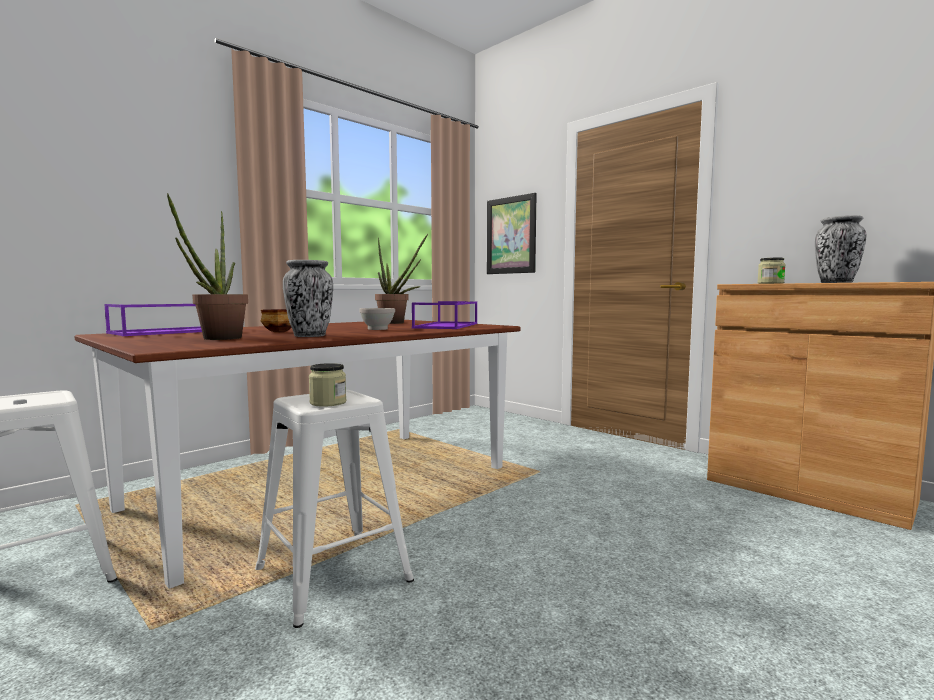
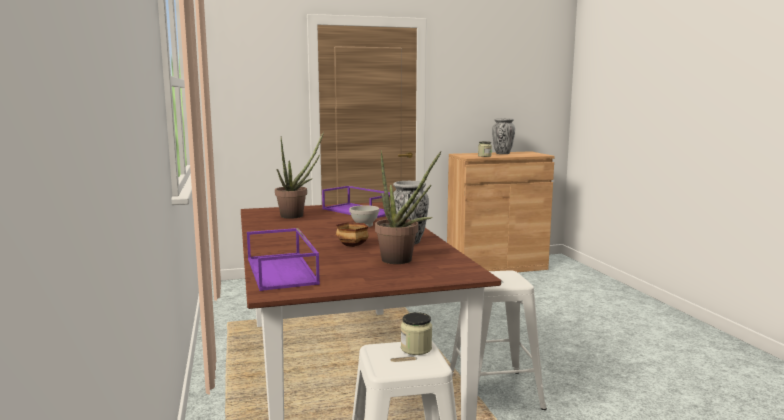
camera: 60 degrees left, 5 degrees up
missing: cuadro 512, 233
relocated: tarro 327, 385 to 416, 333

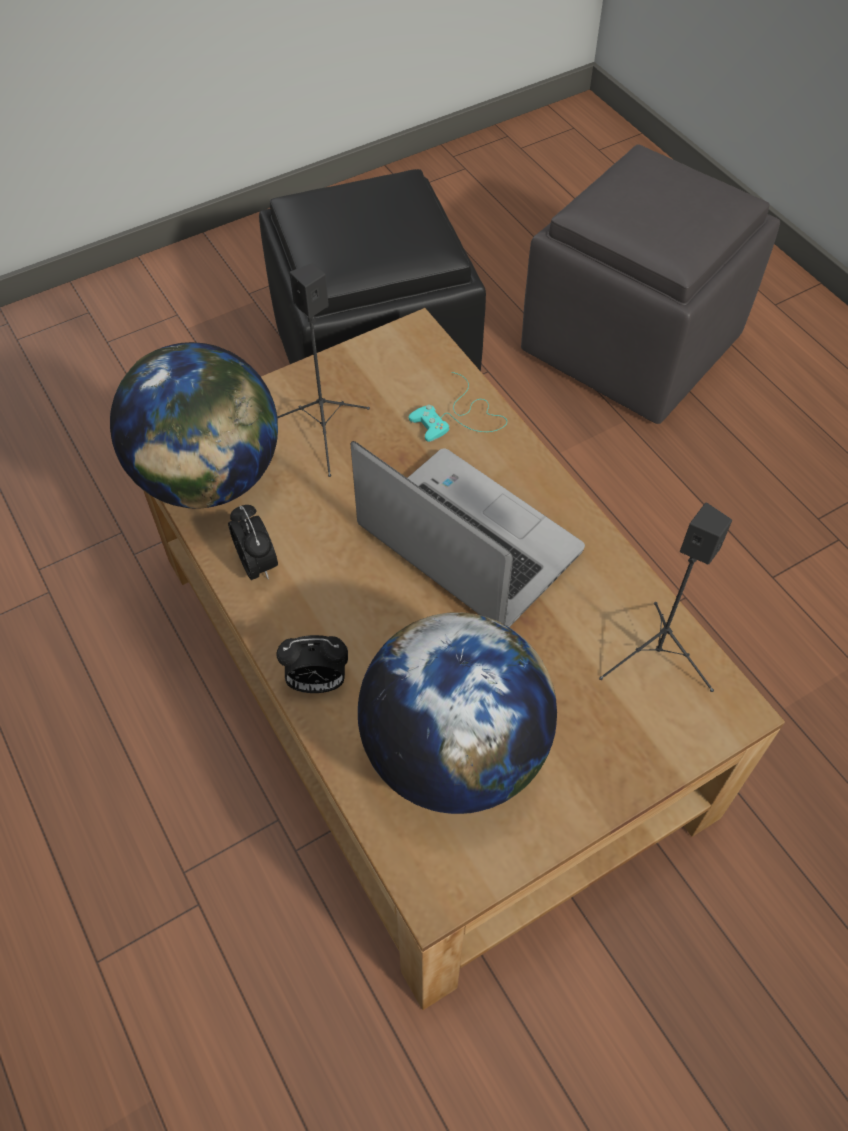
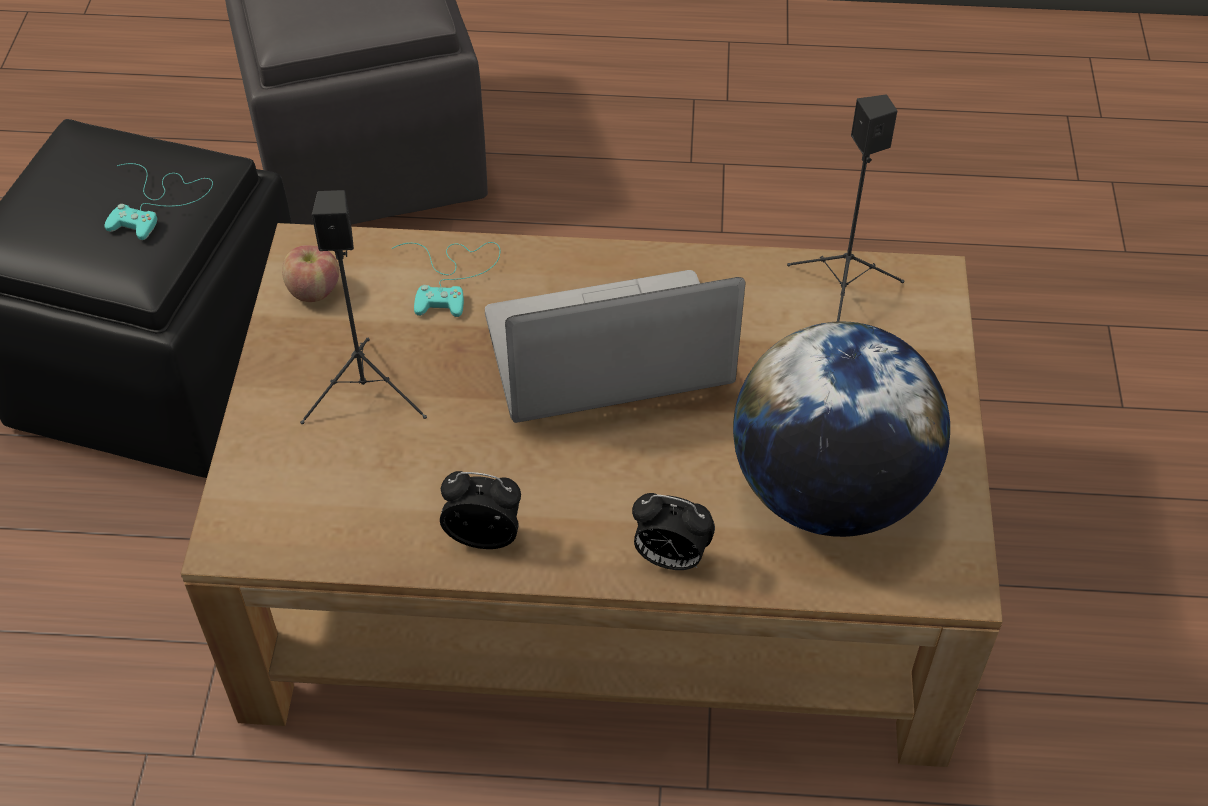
camera: 55 degrees left, 5 degrees down
missing: globo terráqueo 194, 425
appeared: mando de consola (turquesa) 158, 201; manzana 310, 273
spun: despertador 312, 664 = 673, 531 75 degrees clockwise

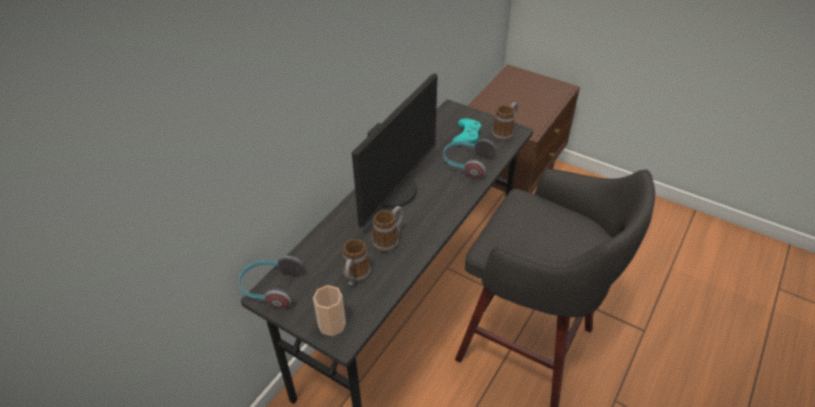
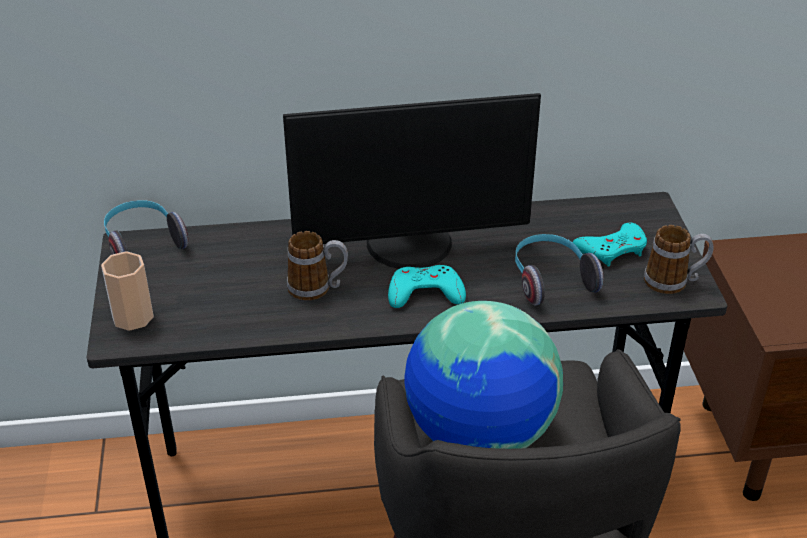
camera: 50 degrees right, 5 degrees down
missing: taza grande 357, 262
appeared: mando de consola (turquesa) 427, 286; globo terráqueo 483, 375

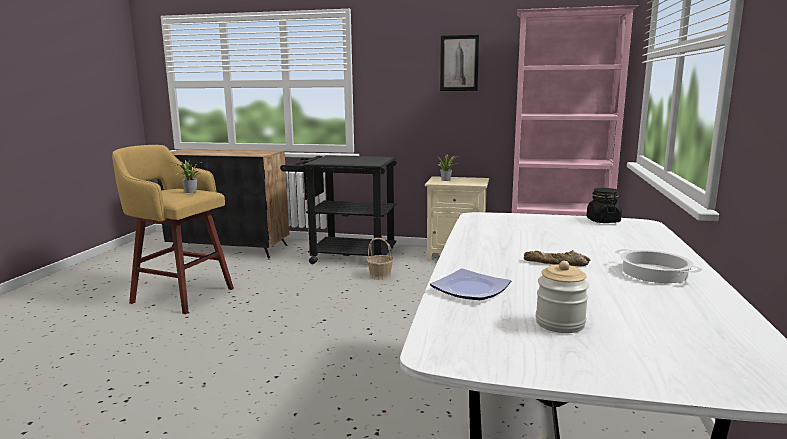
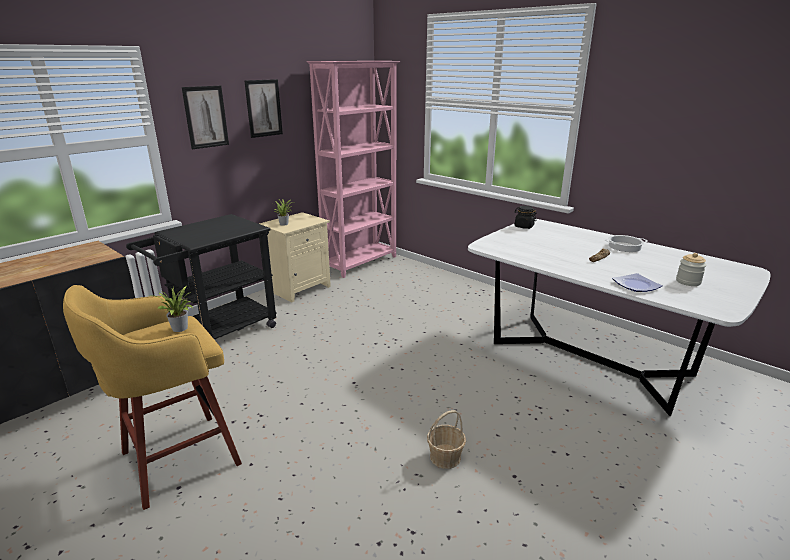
camera: 60 degrees left, 10 degrees up
appeared: cuadro 205, 117
relocated: cesta 380, 259 to 446, 439

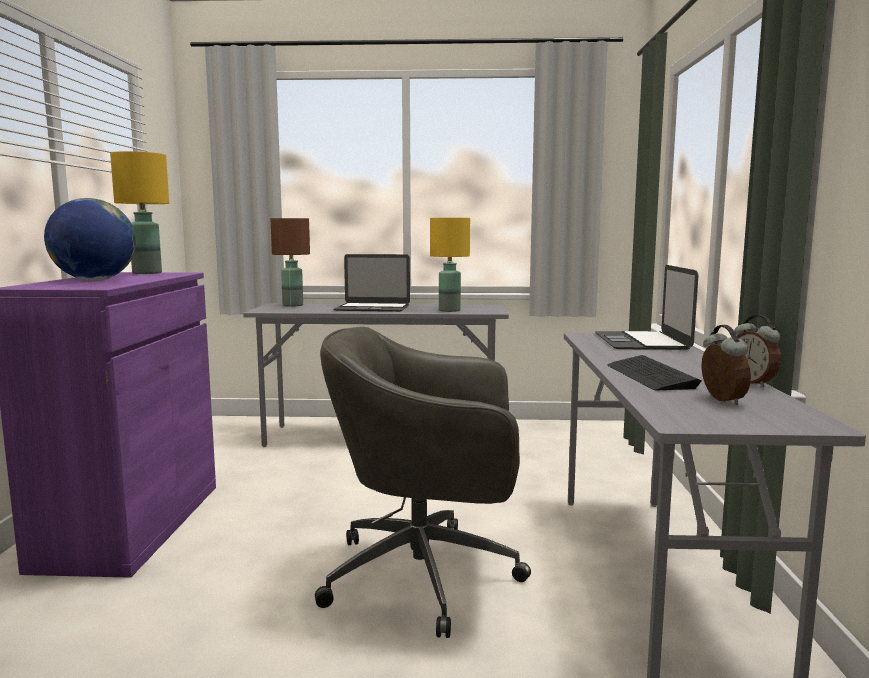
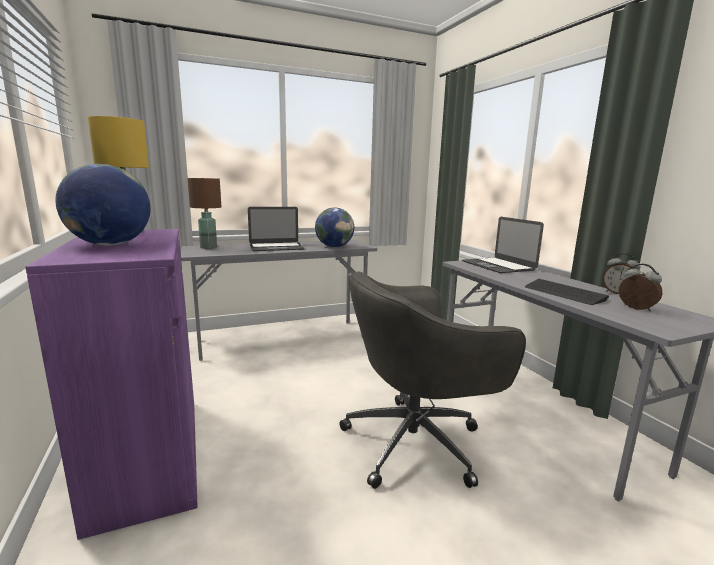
camera: 25 degrees left, 5 degrees up
exchanged: lámpara de mesa (amarillo) 450, 265 to globo terráqueo 334, 227

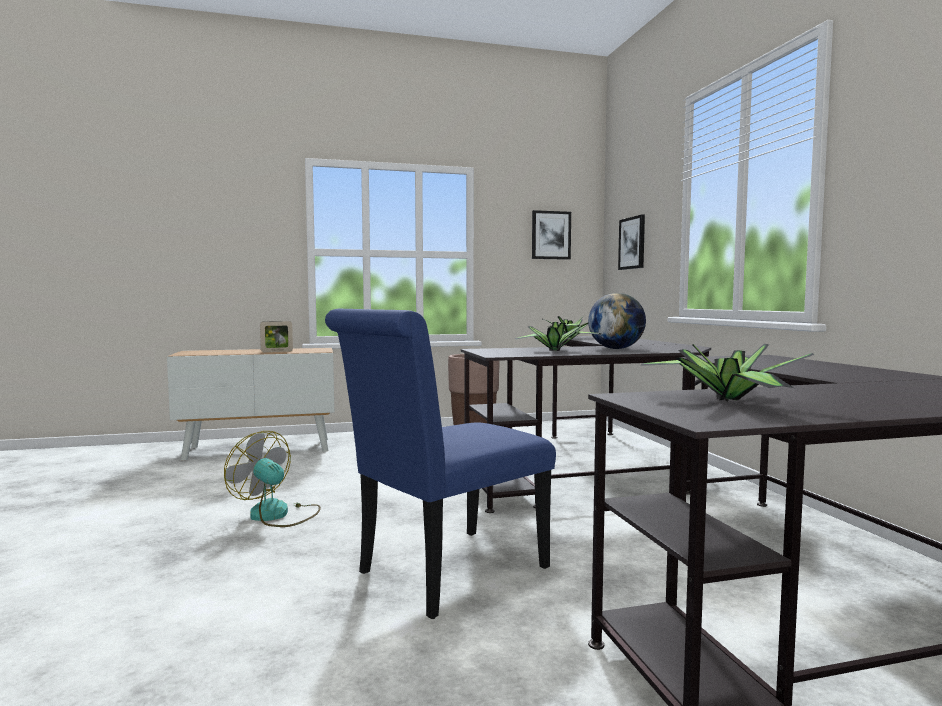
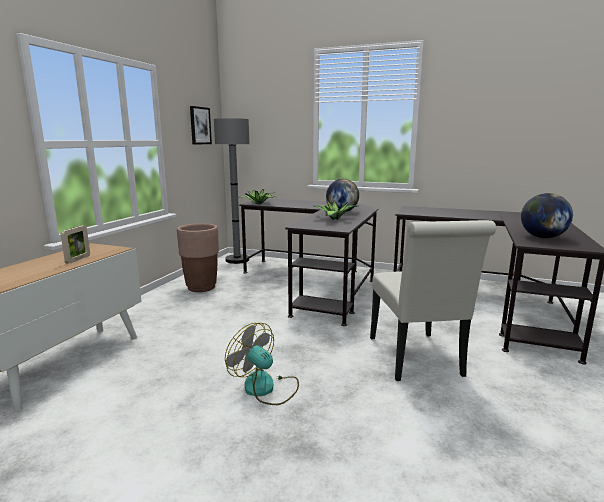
camera: 55 degrees left, 10 degrees up
missing: cuadro 631, 242
appeared: lámpara de pie (gris) 232, 191
exchanged: planta en maceta 727, 373 to globo terráqueo 547, 215
colour: silla (azul) 440, 464 to silla (blanco) 433, 300
spun: ventilador 272, 479 = 262, 364 60 degrees clockwise

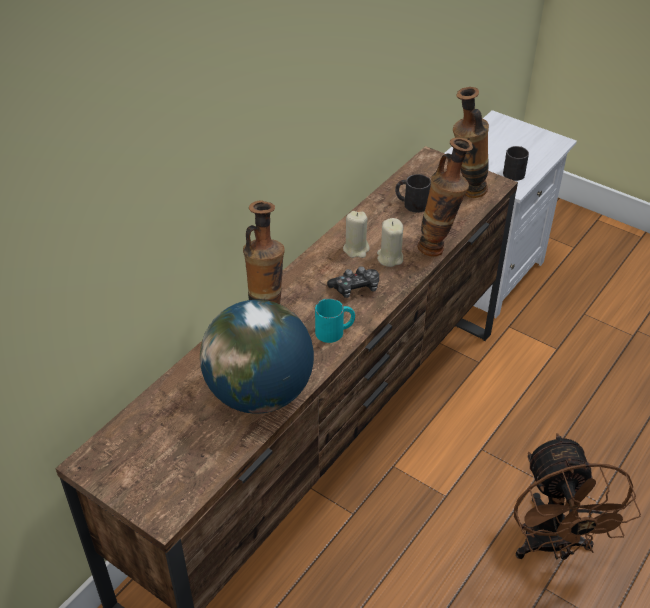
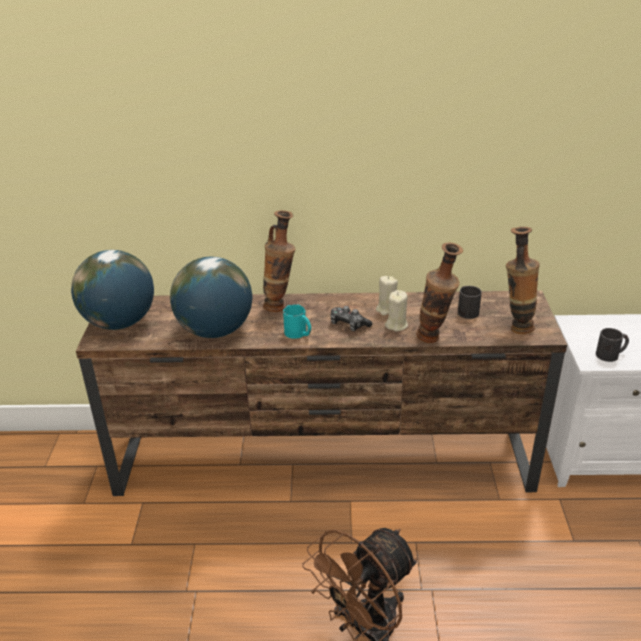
camera: 55 degrees right, 10 degrees down
appeared: globo terráqueo 112, 290

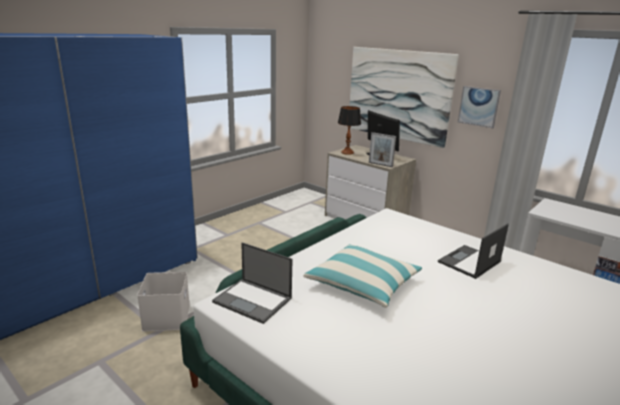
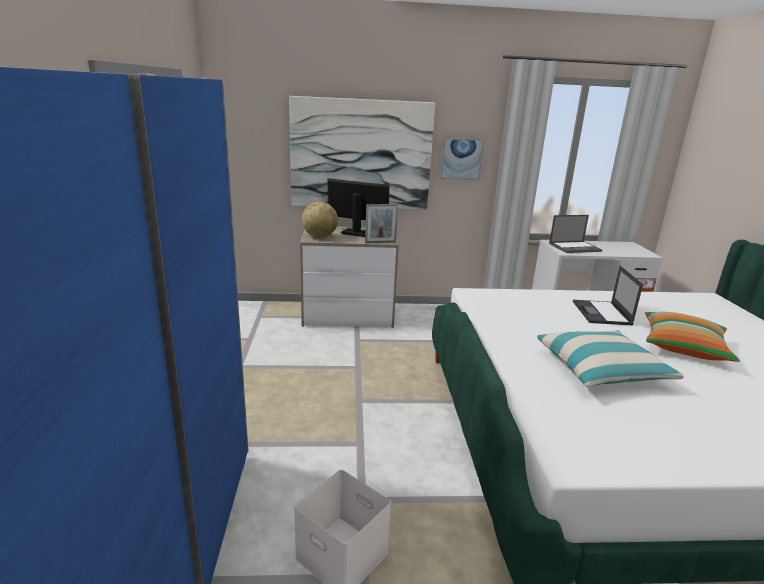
camera: 45 degrees left, 0 degrees up
appeared: cojín 692, 337
relocated: portátil 252, 283 to 575, 234
exchanged: lámpara de mesa 349, 130 to globo terráqueo 320, 219

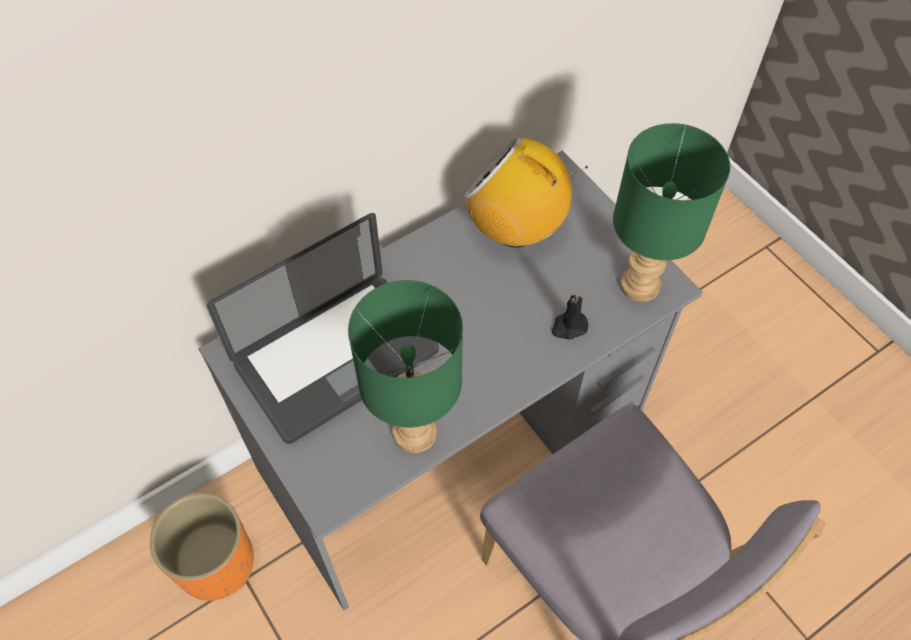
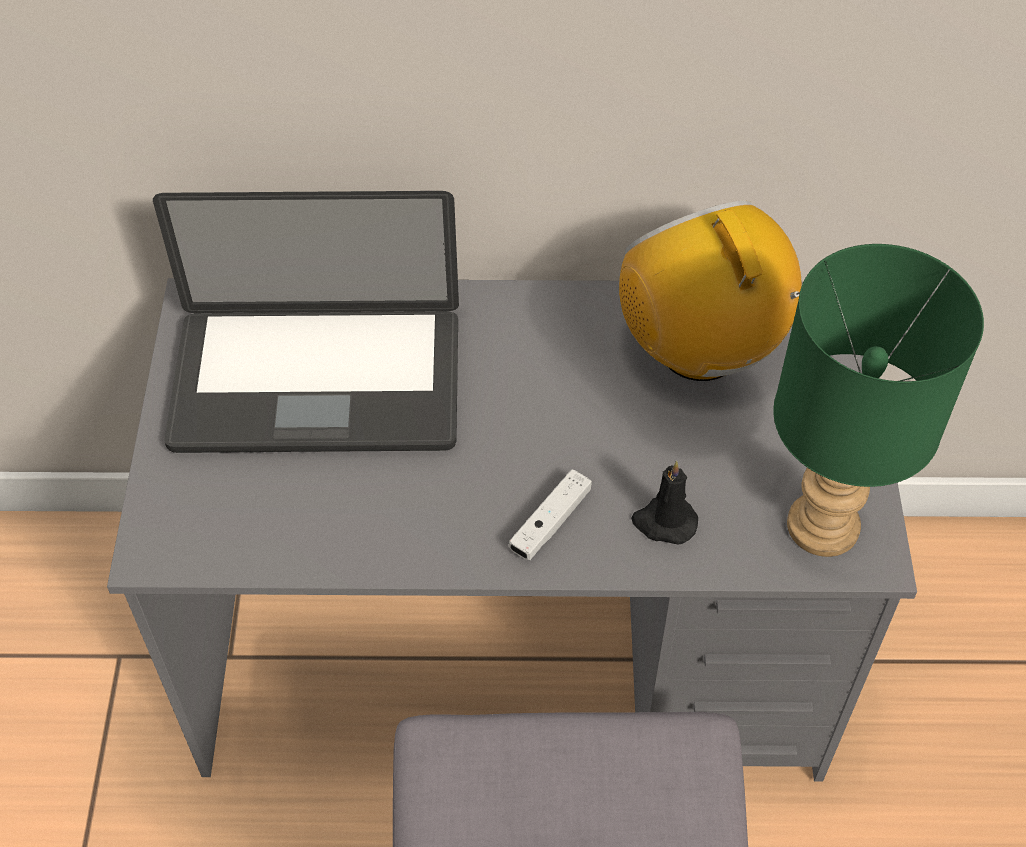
camera: 35 degrees right, 5 degrees down
missing: lámpara de mesa (verde) 405, 366; maceta (naranja) 202, 547
appeared: mando de consola (blanco) 550, 514

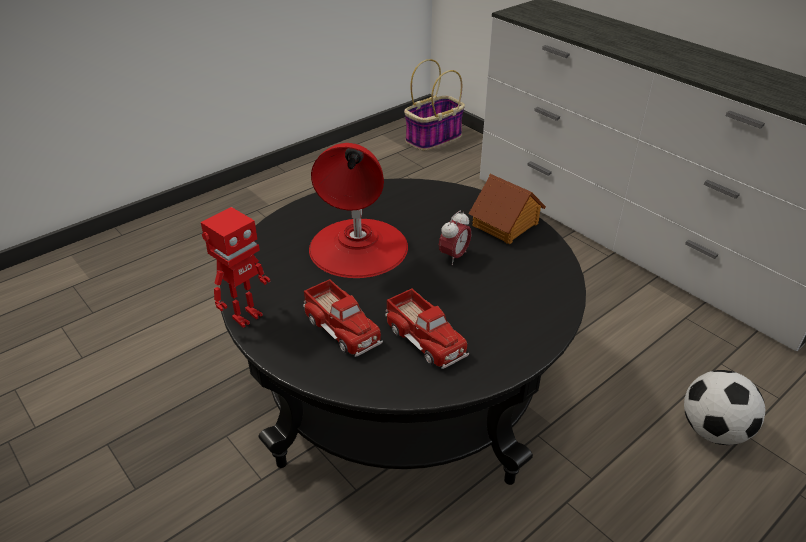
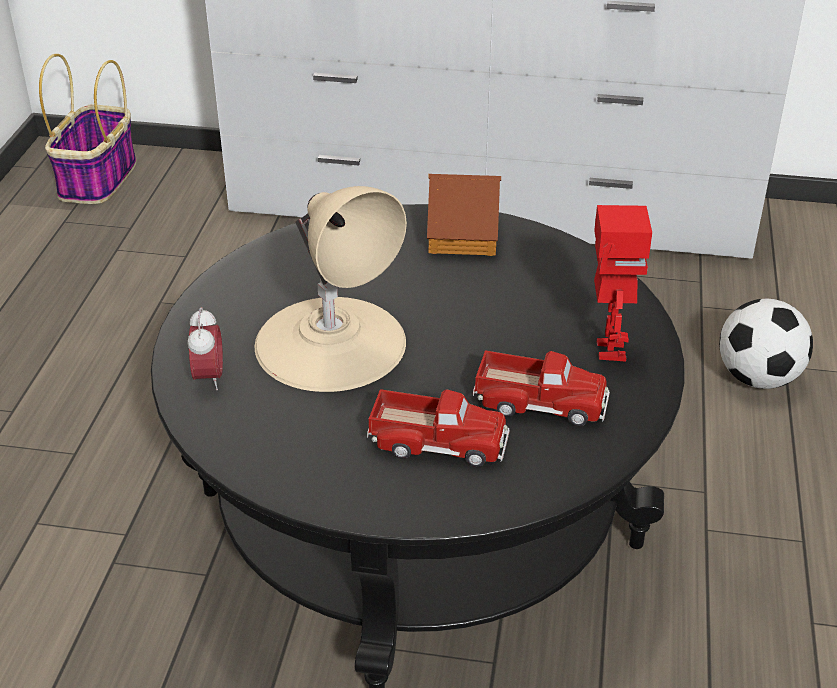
camera: 40 degrees left, 0 degrees up
relocated: robot de juguete 235, 267 to 623, 283; despertador 455, 238 to 205, 348
colour: lámpara de mesa (rojo) 358, 210 to lámpara de mesa (beis) 331, 289

